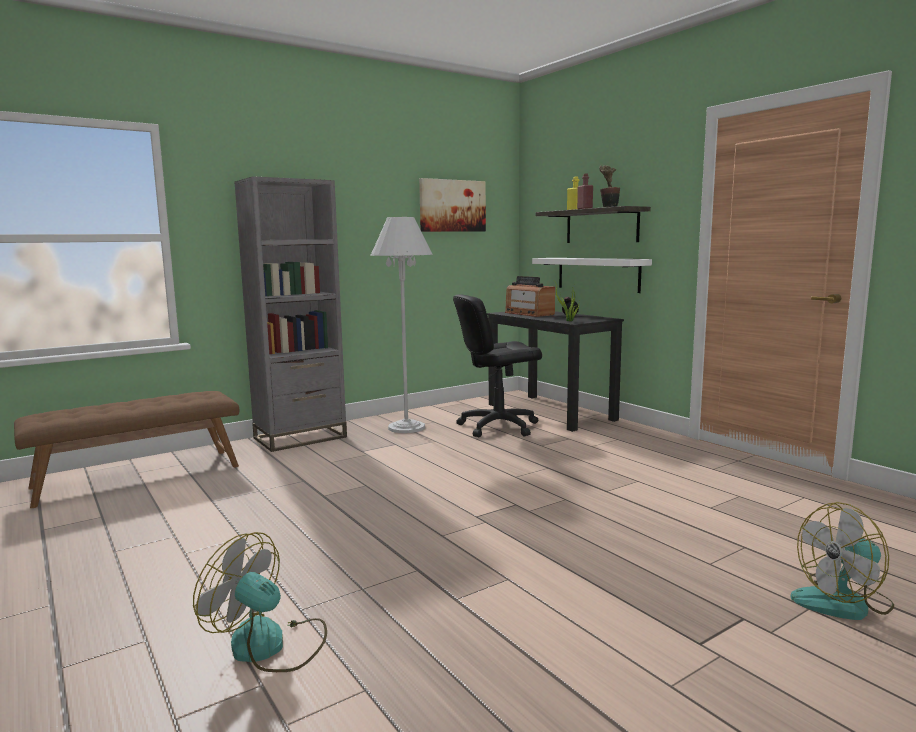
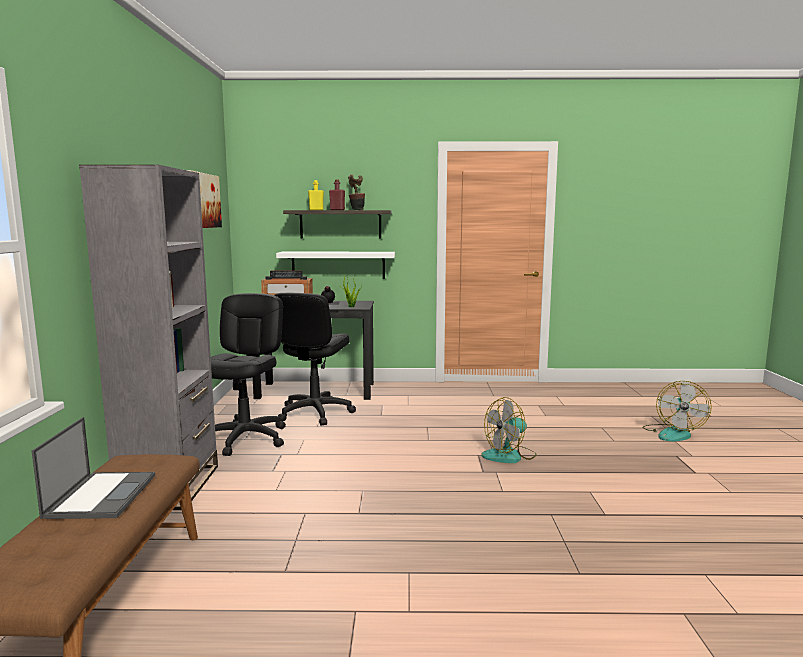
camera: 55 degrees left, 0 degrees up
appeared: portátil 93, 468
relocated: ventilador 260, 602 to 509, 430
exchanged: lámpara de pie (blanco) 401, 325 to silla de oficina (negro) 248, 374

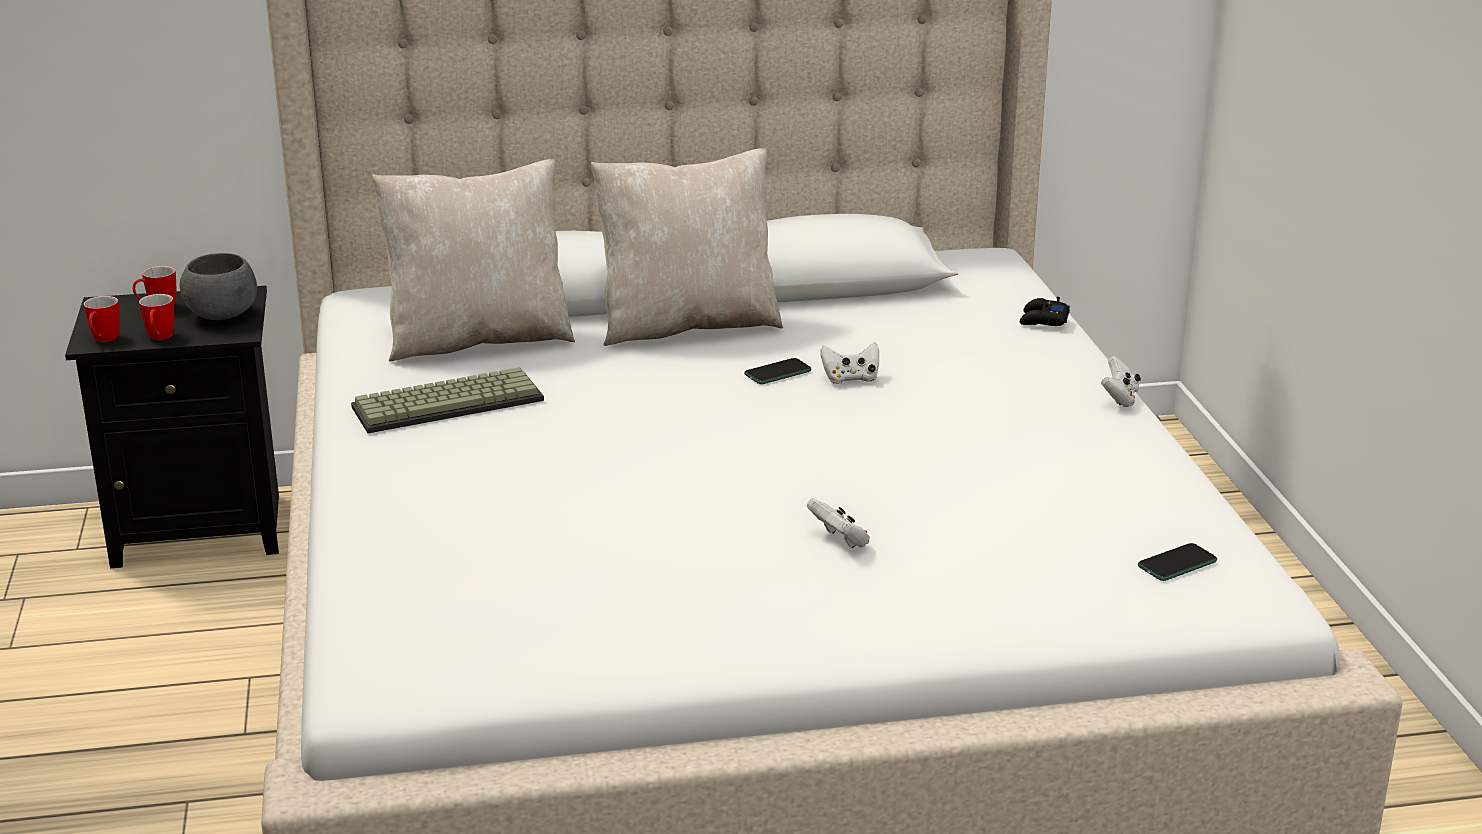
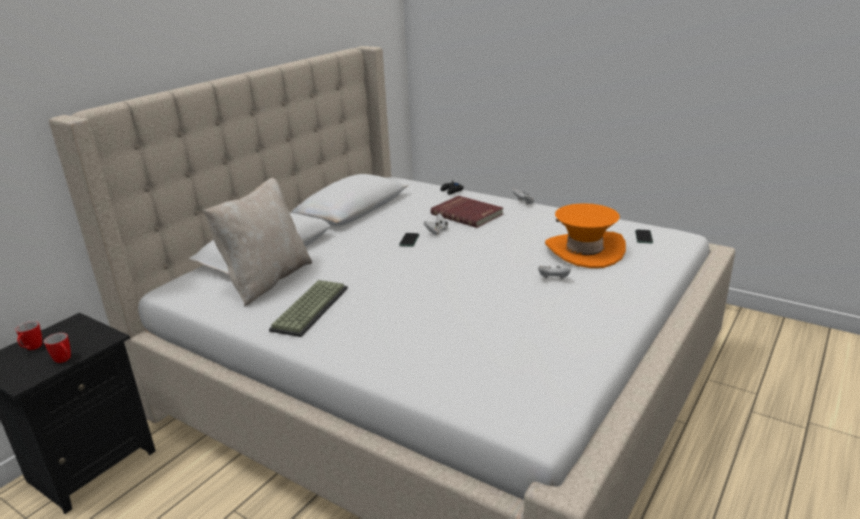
camera: 45 degrees left, 0 degrees up
missing: cojín (beis) 687, 247; cuenco (gris) 218, 286; taza grande 102, 319
appeared: libro (rojo) 467, 212; sombrero (naranja) 585, 235

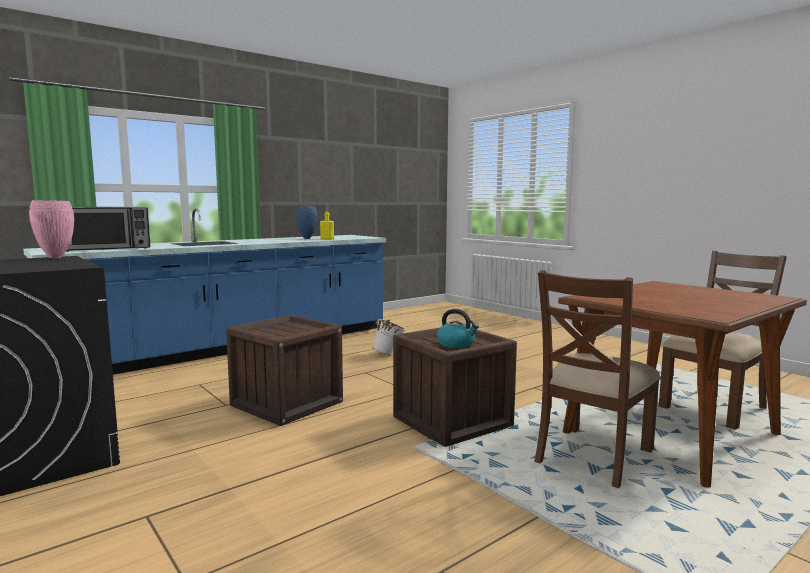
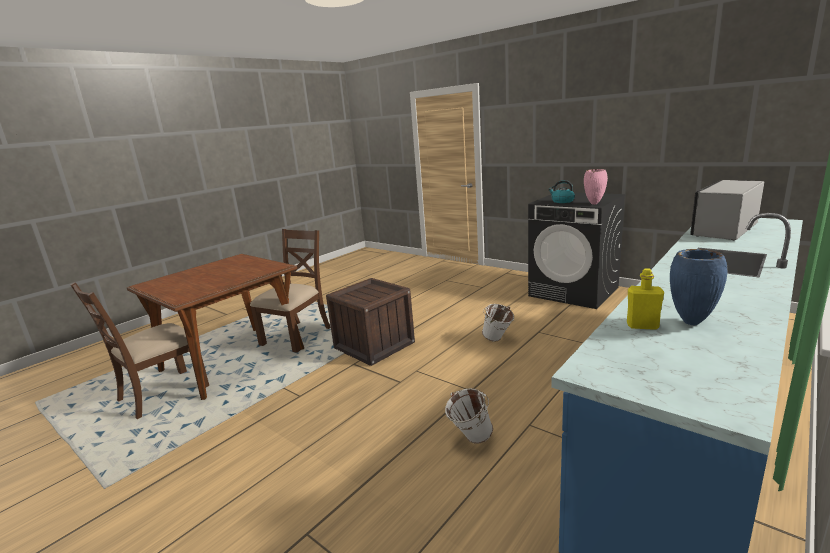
camera: 170 degrees right, 10 degrees up
relocated: hervidor 458, 328 to 561, 191
exchanged: caja de embalaje 284, 370 to cubo (blanco) 498, 323

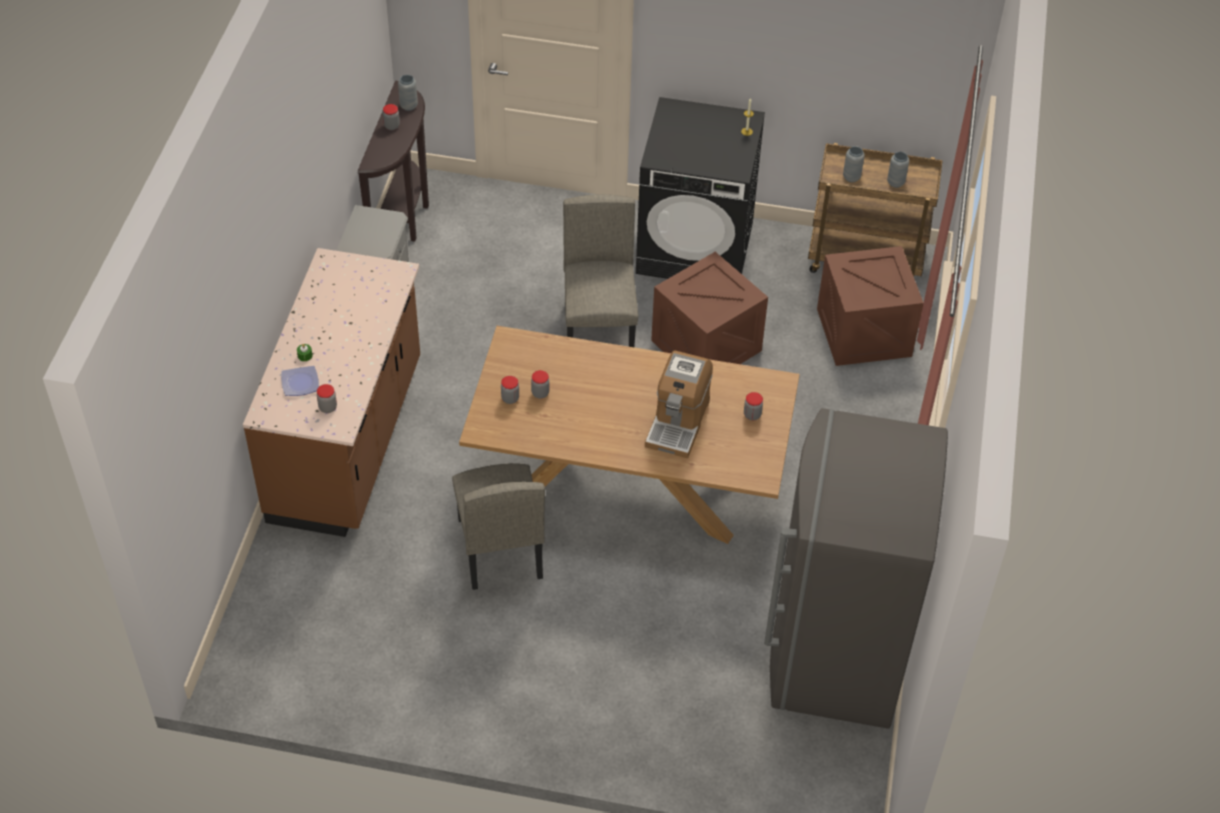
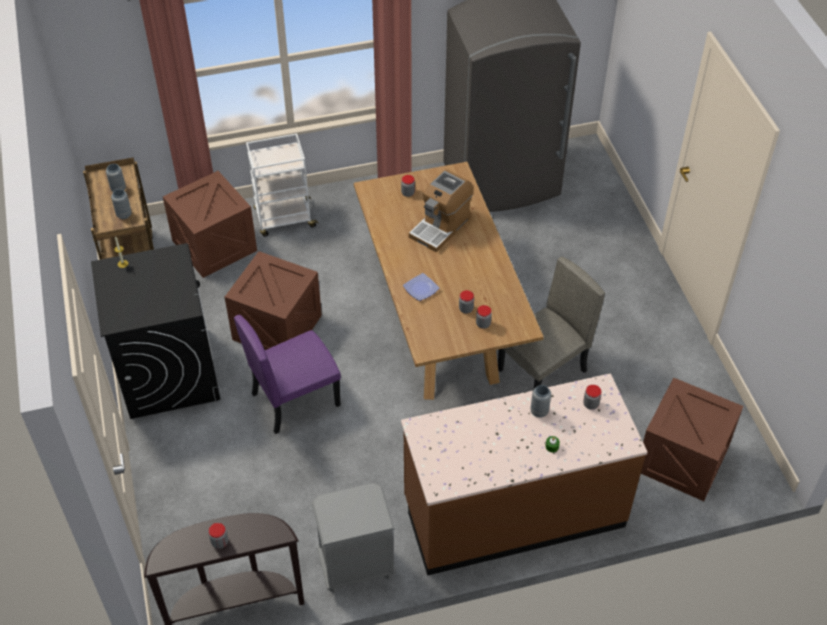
camera: 115 degrees left, 0 degrees up
appeared: carrito (blanco) 282, 185; caja de embalaje 692, 439
relocated: florero (gris) 408, 93 to 540, 401; plato 300, 381 to 421, 287
colour: silla (beis) 600, 270 to silla (morado) 287, 374
spun: cafetera 679, 404 = 441, 211 135 degrees clockwise

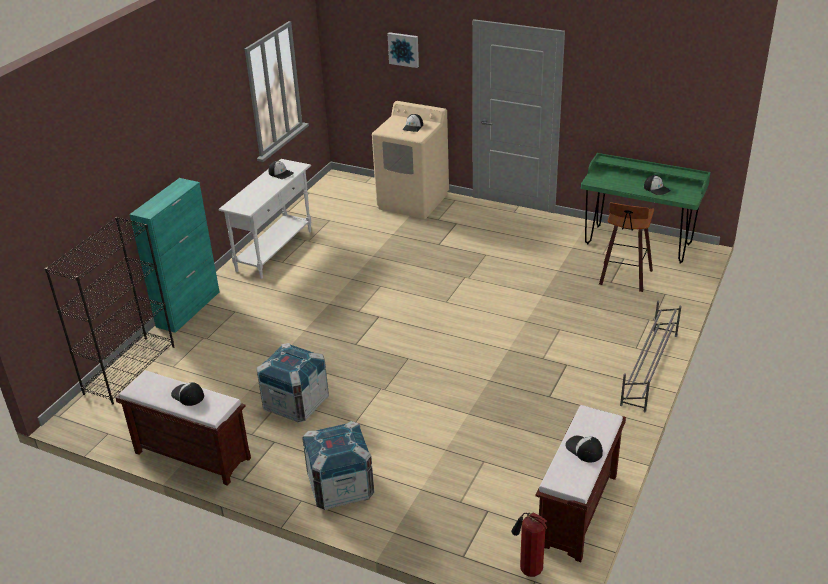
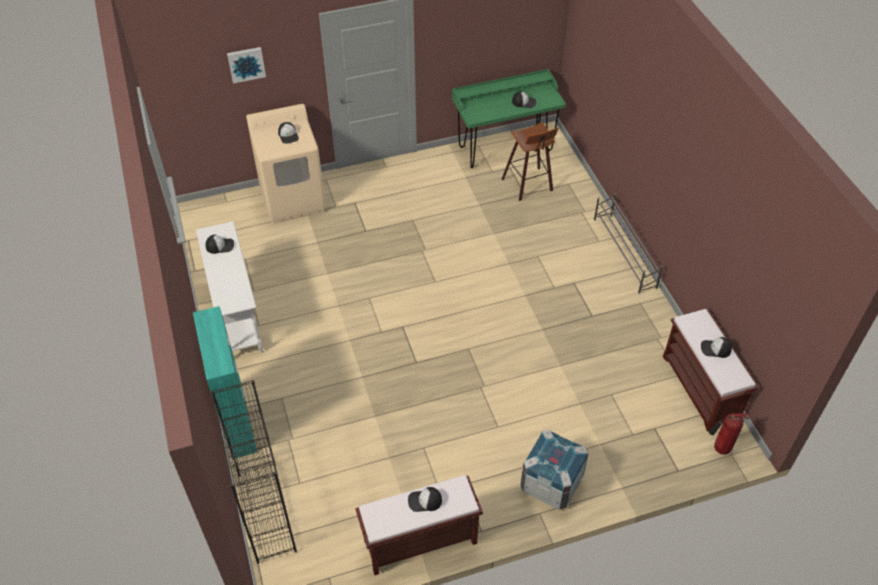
camera: 45 degrees left, 15 degrees up
missing: caja de embalaje 293, 383

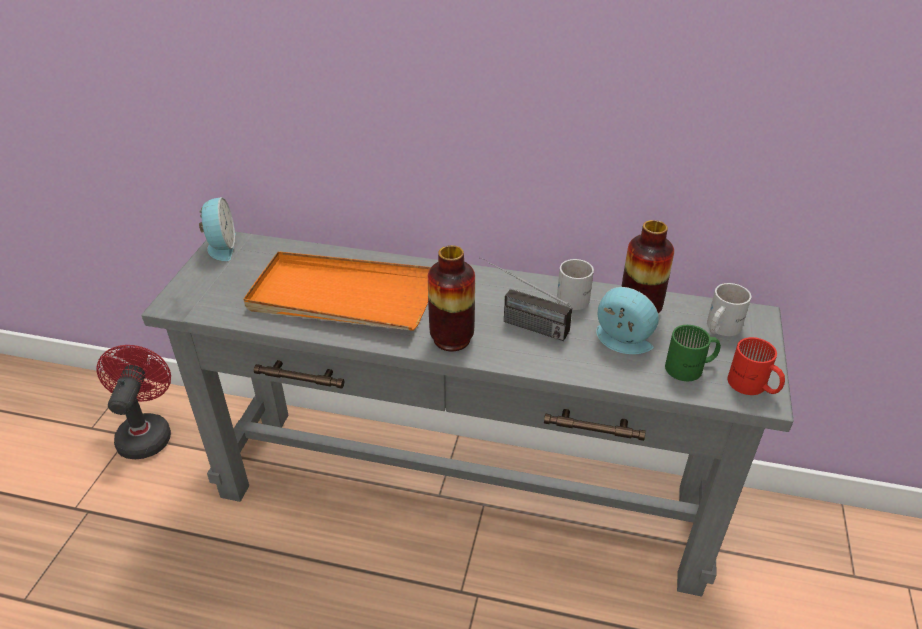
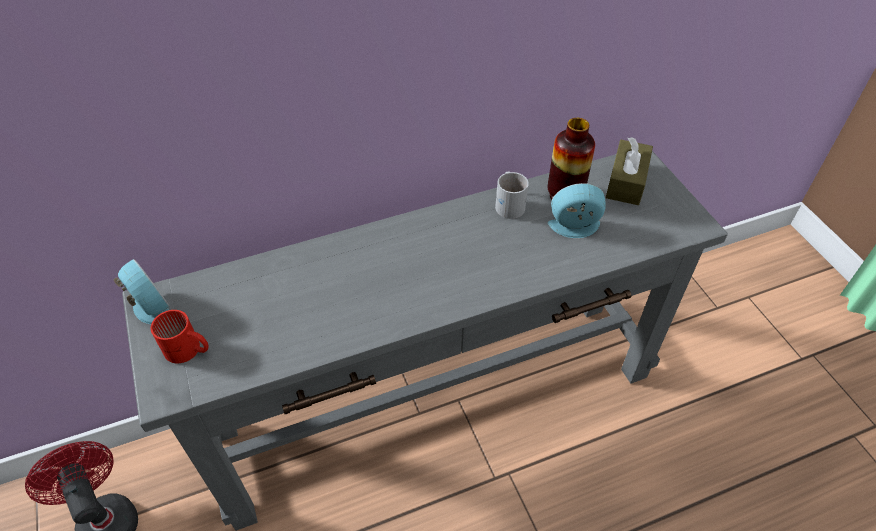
camera: 35 degrees left, 10 degrees up
missing: florero 451, 298; bandeja (naranja) 337, 291; radio 525, 299; taza grande (verde) 693, 353
relocated: taza grande (rojo) 756, 366 to 180, 336
exchanged: taza grande (blanco) 729, 309 to caja de pañuelos (marrón) 629, 171

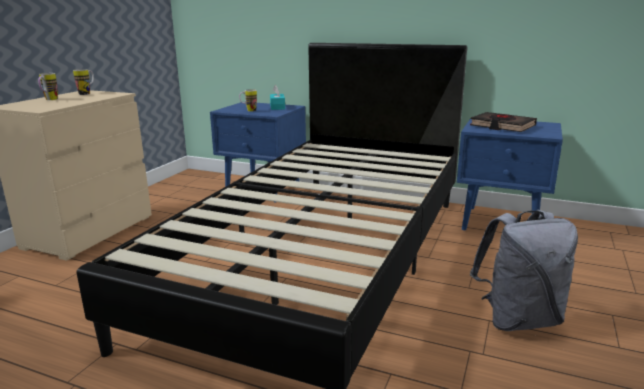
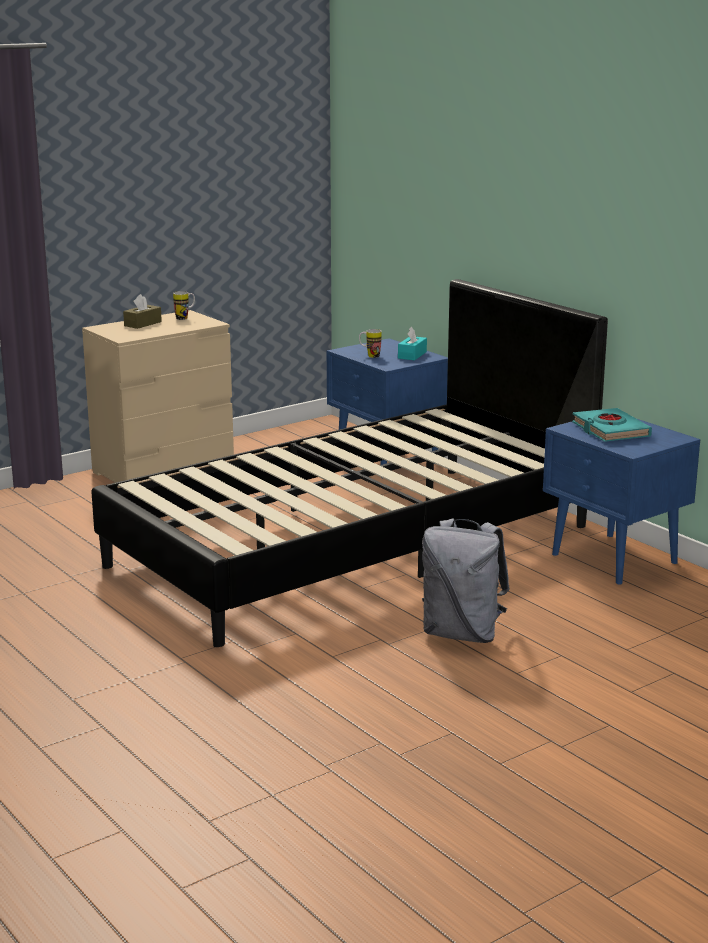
camera: 30 degrees right, 0 degrees up
exchanged: taza grande 48, 86 to caja de pañuelos (marrón) 142, 311
colour: libro (negro) 503, 122 to libro (turquesa) 612, 425

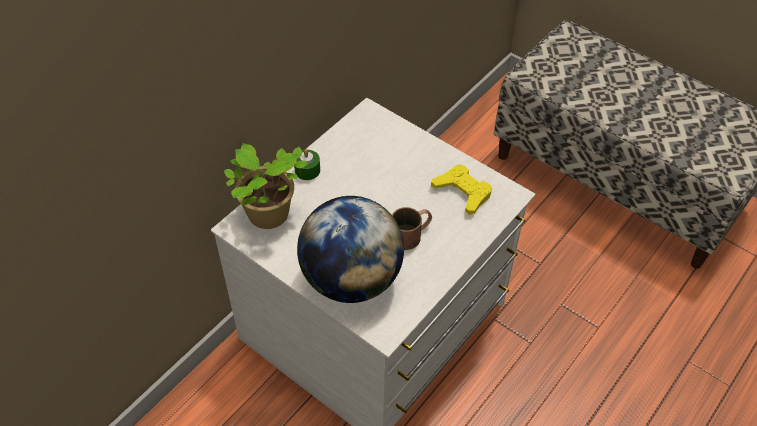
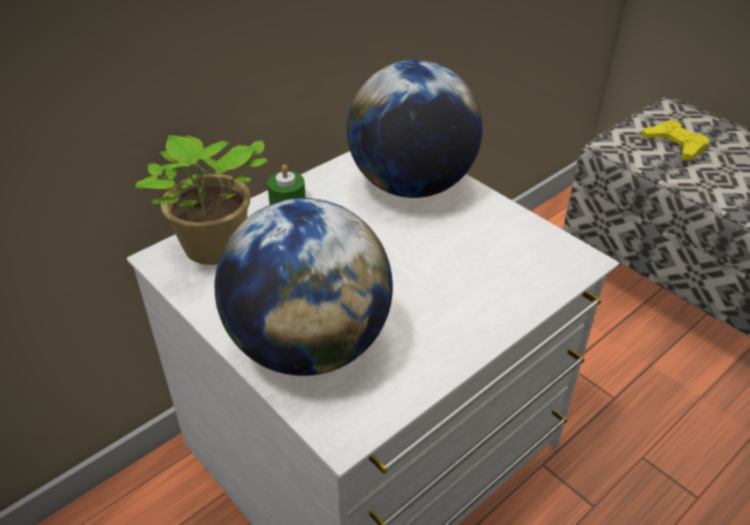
camera: 10 degrees right, 10 degrees down
missing: taza grande (marrón) 412, 228
appeared: globo terráqueo 415, 129
relocated: mando de consola (amarillo) 461, 189 to 675, 140

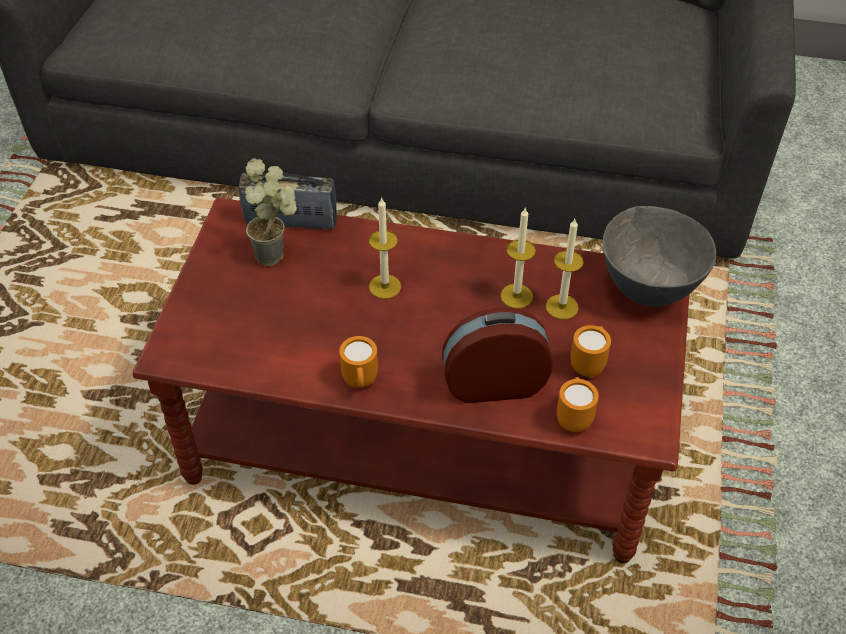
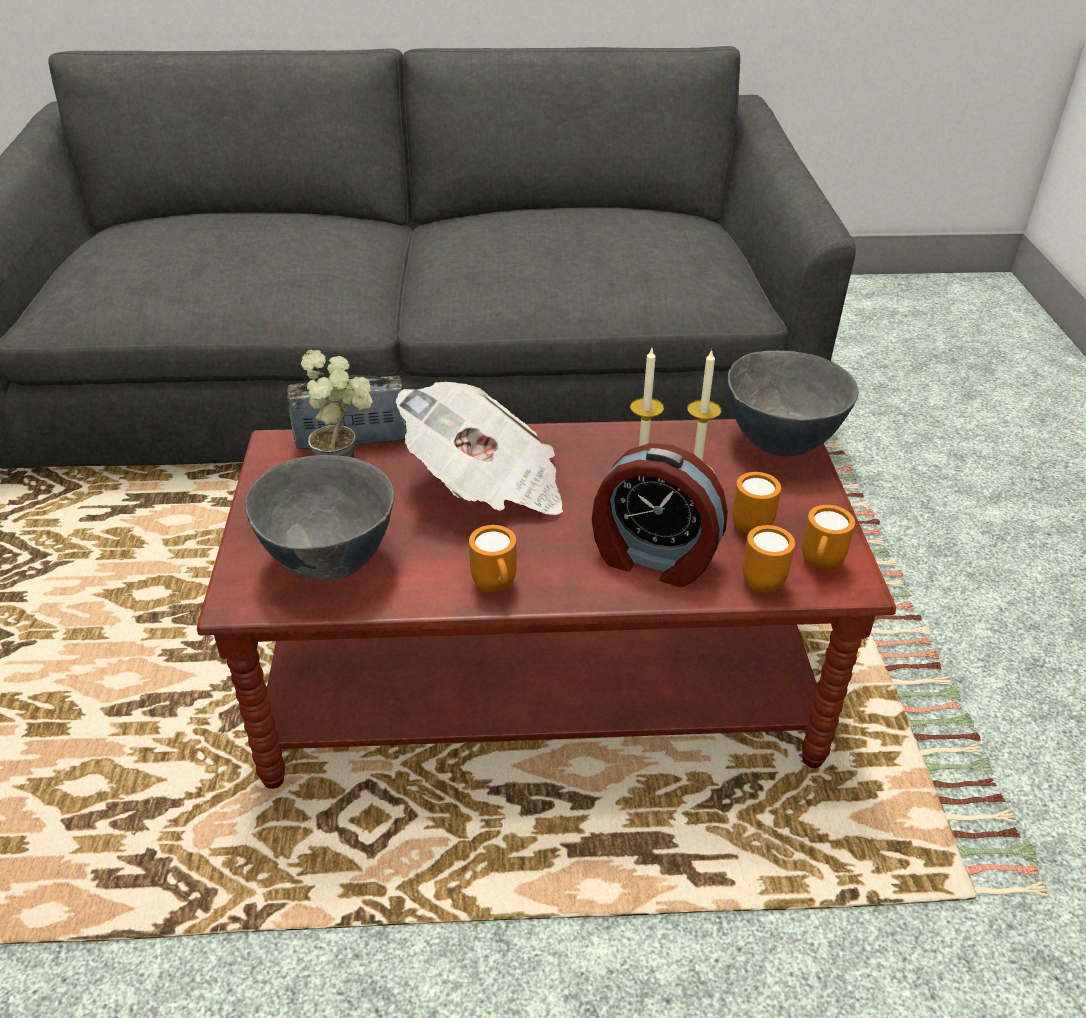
camera: 15 degrees left, 10 degrees down
appeared: cuenco (gris) 319, 518; taza grande (naranja) 828, 538
exchanged: vela 385, 248 to periódico 479, 448
spun: despertador 497, 355 = 660, 515 135 degrees counterclockwise

